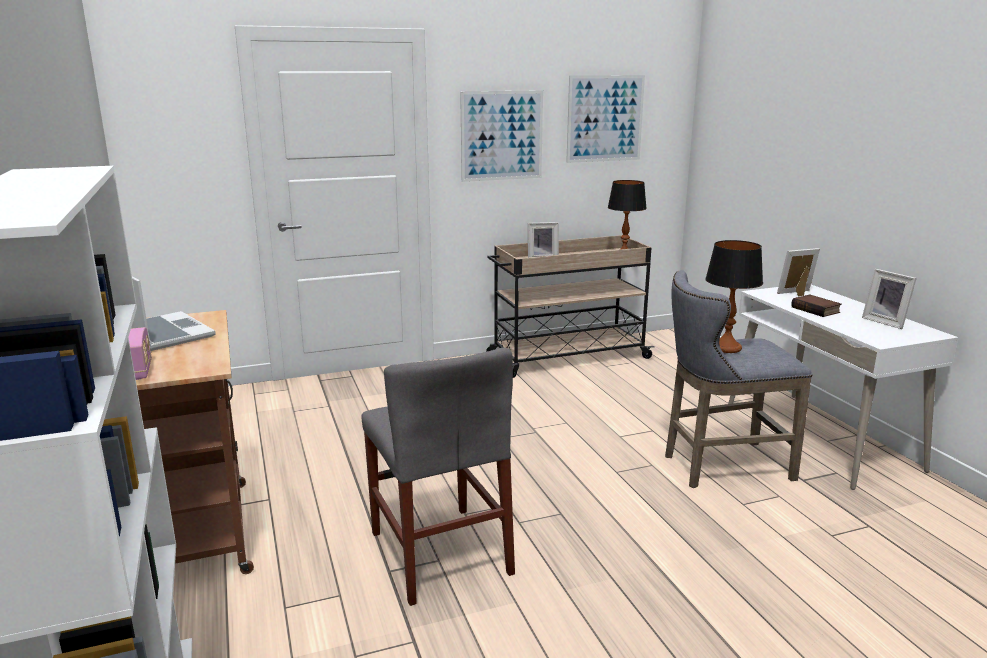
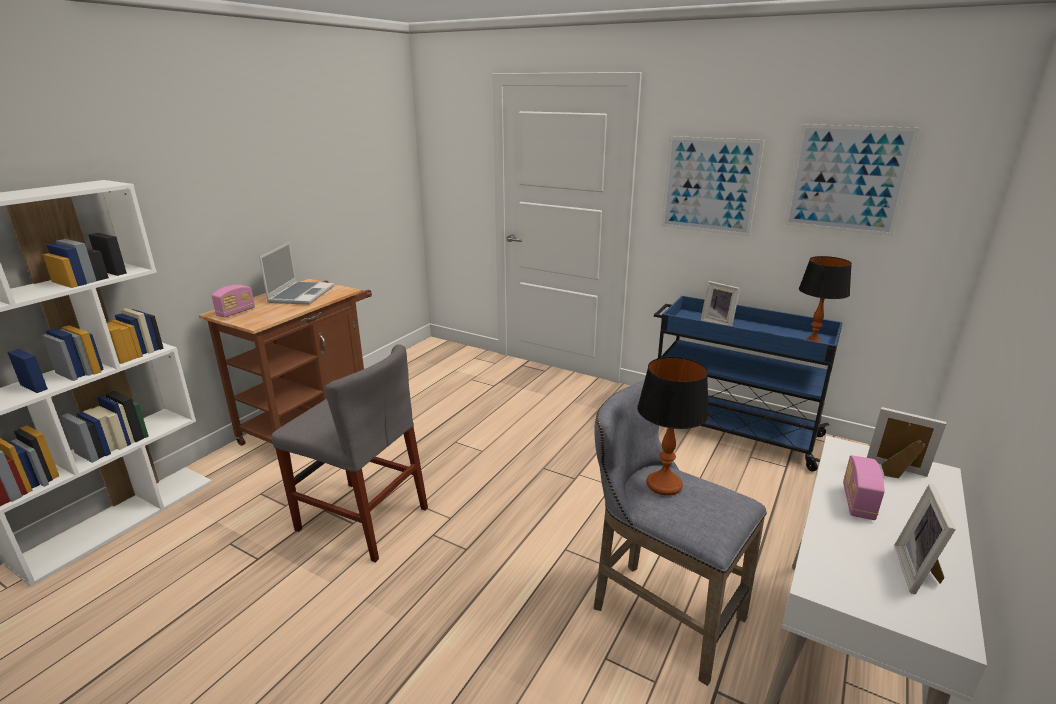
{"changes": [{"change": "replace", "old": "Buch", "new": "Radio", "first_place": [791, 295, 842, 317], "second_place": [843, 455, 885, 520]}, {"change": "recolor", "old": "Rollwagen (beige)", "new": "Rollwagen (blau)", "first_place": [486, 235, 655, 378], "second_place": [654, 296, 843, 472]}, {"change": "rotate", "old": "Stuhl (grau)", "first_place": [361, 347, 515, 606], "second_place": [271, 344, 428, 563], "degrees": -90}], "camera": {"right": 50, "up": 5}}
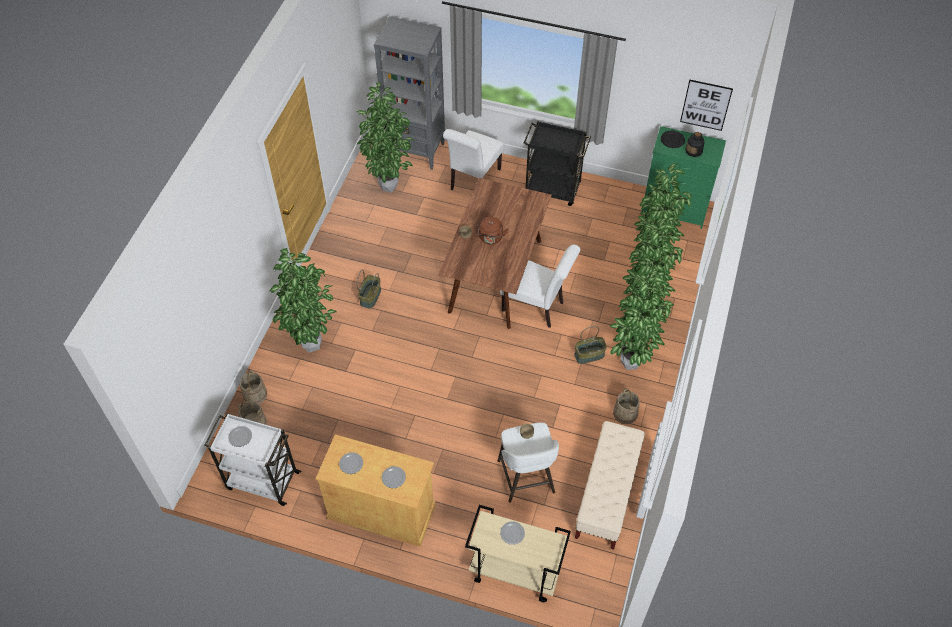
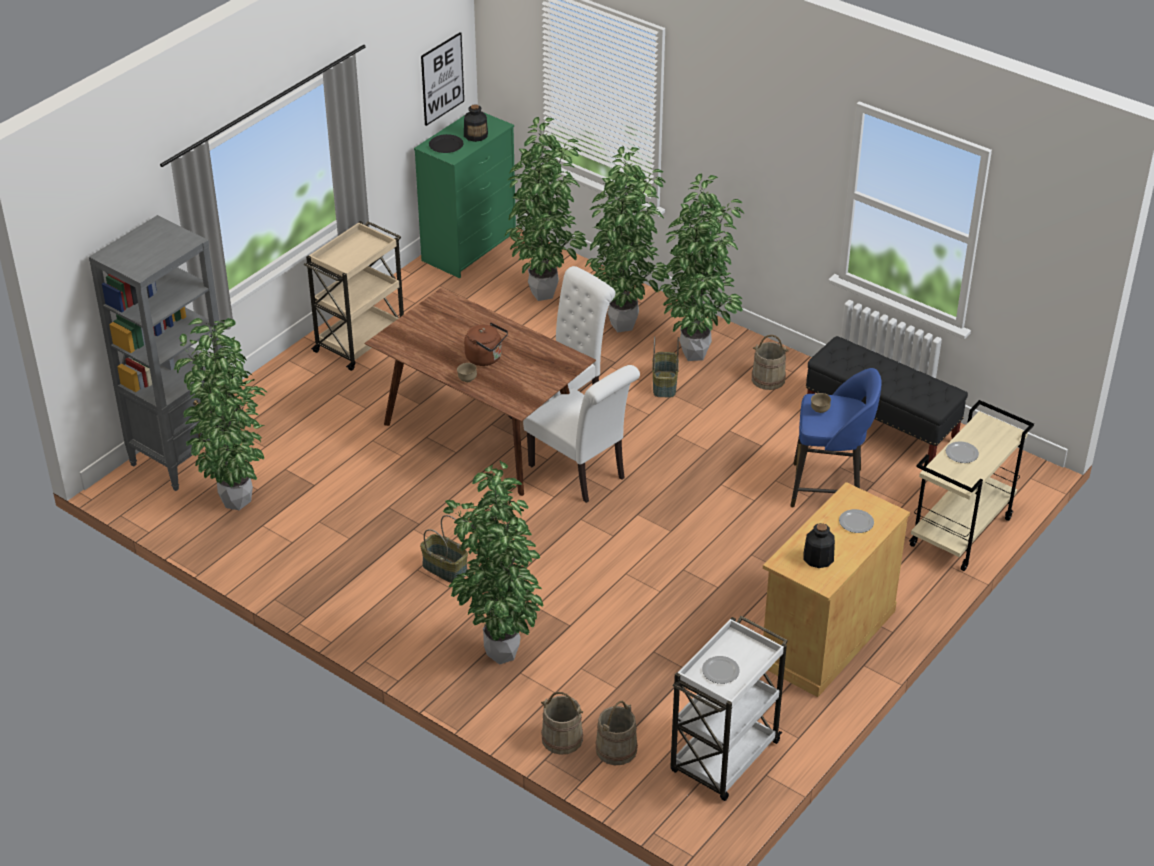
{"changes": [{"change": "move", "old": "Stuhl (weiß)", "first_place": [443, 129, 504, 190], "second_place": [523, 365, 640, 503]}, {"change": "replace", "old": "Teller", "new": "Flasche", "first_place": [339, 452, 363, 474], "second_place": [803, 523, 835, 568]}, {"change": "recolor", "old": "Hocker (weiß)", "new": "Hocker (blau)", "first_place": [498, 422, 559, 503], "second_place": [790, 368, 882, 507]}, {"change": "recolor", "old": "Rollwagen (schwarz)", "new": "Rollwagen (beige)", "first_place": [524, 121, 591, 206], "second_place": [304, 221, 404, 371]}, {"change": "recolor", "old": "Bank (beige)", "new": "Bank (schwarz)", "first_place": [575, 421, 645, 550], "second_place": [806, 336, 968, 464]}], "camera": {"right": -70, "up": -15}}
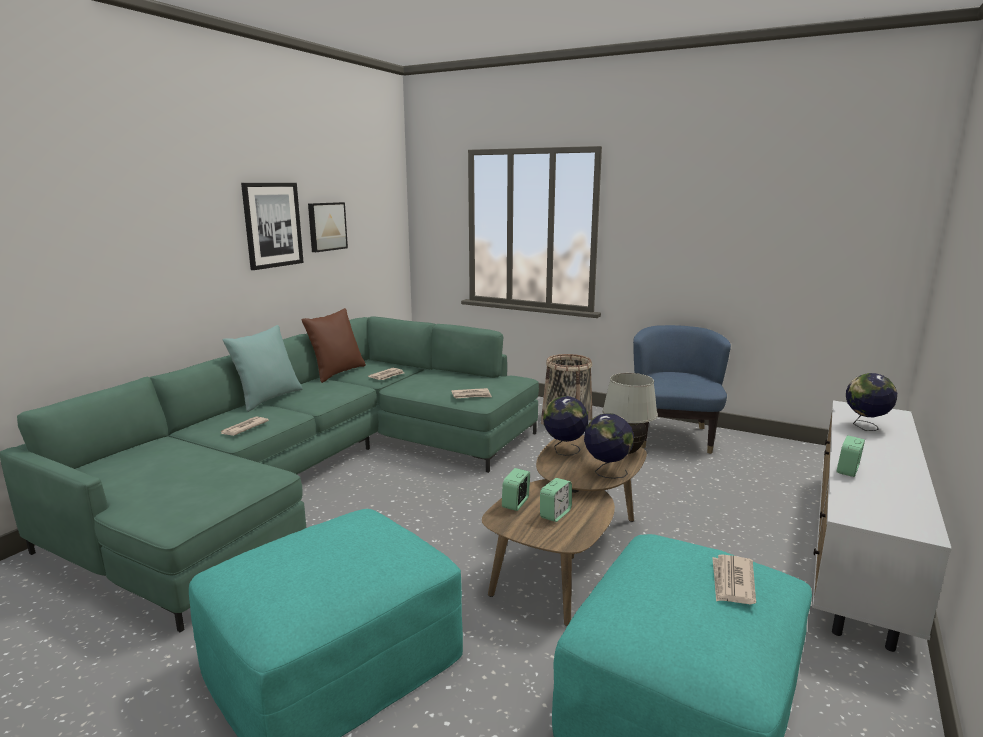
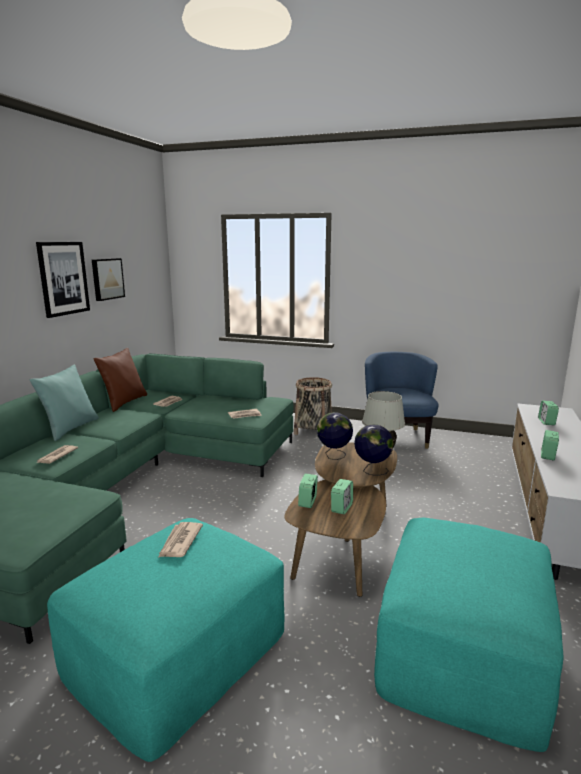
{"changes": [{"change": "move", "old": "Zeitung", "first_place": [712, 555, 756, 604], "second_place": [158, 522, 203, 557]}, {"change": "replace", "old": "Globus", "new": "Wecker", "first_place": [846, 373, 897, 431], "second_place": [538, 401, 559, 425]}], "camera": {"right": -10, "up": 0}}
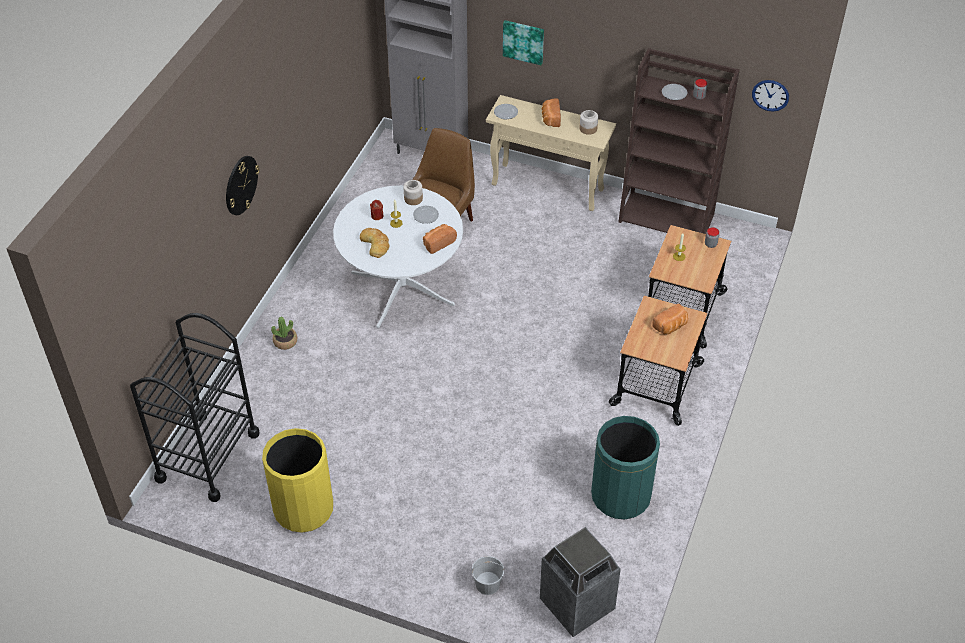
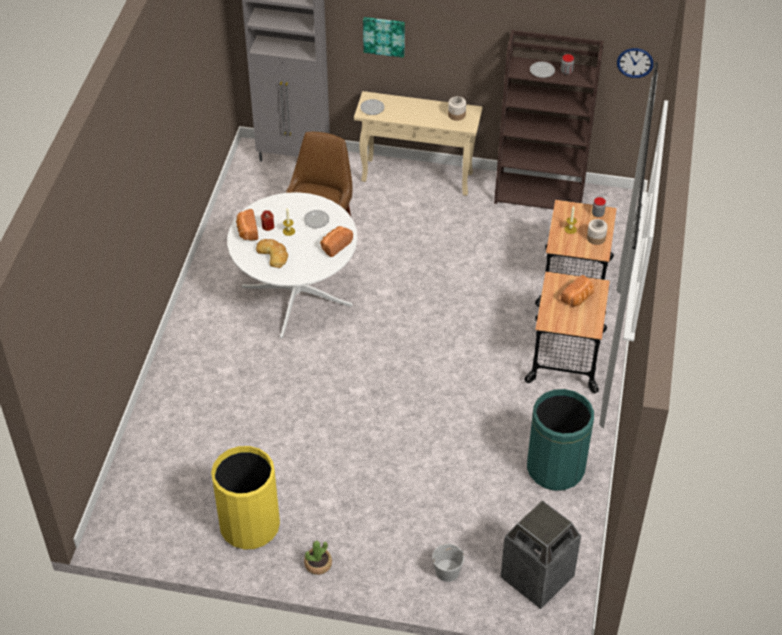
{"changes": [{"change": "delete", "old": "Rollwagen (schwarz)", "first_place": [130, 313, 260, 502]}, {"change": "delete", "old": "Wanduhr", "first_place": [226, 156, 260, 215]}, {"change": "move", "old": "Topfpflanze", "first_place": [271, 317, 297, 350], "second_place": [304, 541, 332, 575]}, {"change": "move", "old": "Vorratsglas", "first_place": [404, 180, 423, 205], "second_place": [587, 219, 608, 245]}, {"change": "move", "old": "Brot", "first_place": [542, 98, 561, 127], "second_place": [236, 209, 258, 240]}], "camera": {"right": -10, "up": 0}}
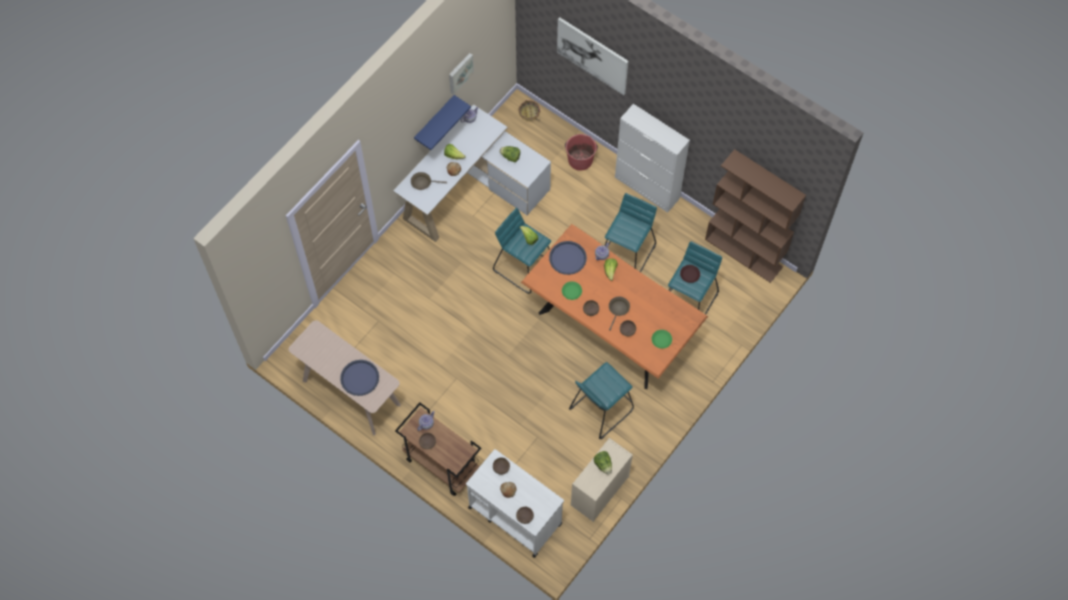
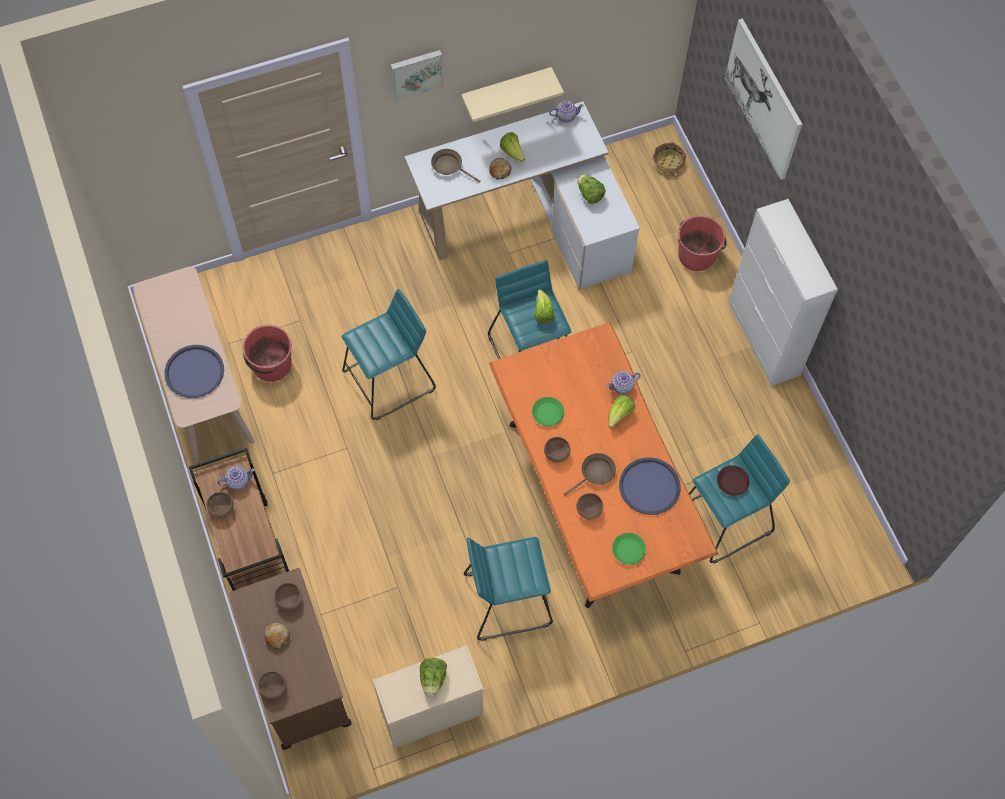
{"changes": [{"change": "delete", "old": "Bücherregal (braun)", "first_place": [705, 149, 806, 283]}, {"change": "insert", "new": "Eimer (rot)", "second_place": [243, 325, 292, 382]}, {"change": "move", "old": "Bild", "first_place": [449, 53, 474, 95], "second_place": [390, 50, 443, 101]}, {"change": "move", "old": "Tablett (blau)", "first_place": [549, 241, 587, 275], "second_place": [619, 457, 681, 515]}, {"change": "move", "old": "Hocker (türkis)", "first_place": [605, 193, 657, 272], "second_place": [342, 289, 436, 420]}, {"change": "recolor", "old": "Wandregal (blau)", "new": "Wandregal (beige)", "first_place": [414, 95, 471, 150], "second_place": [461, 67, 564, 122]}, {"change": "recolor", "old": "Rollwagen (weiß)", "new": "Rollwagen (braun)", "first_place": [466, 449, 564, 558], "second_place": [229, 568, 352, 750]}], "camera": {"right": 30, "up": 0}}
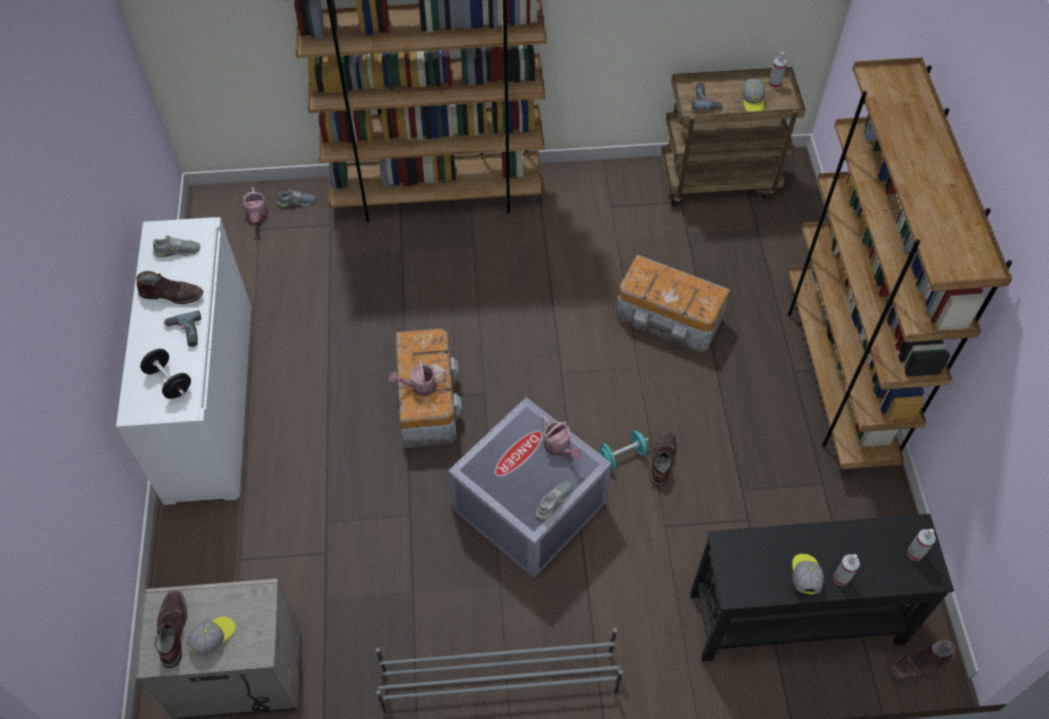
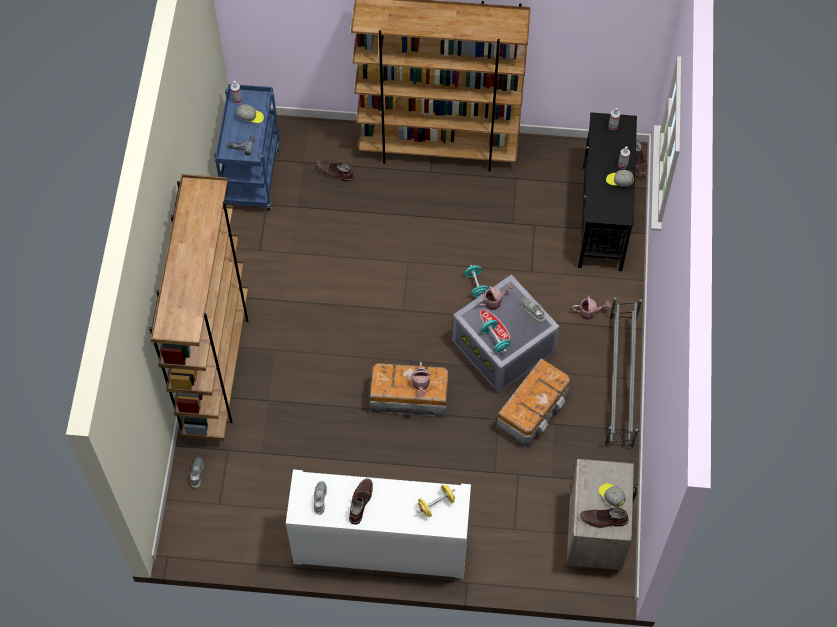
{"changes": [{"change": "delete", "old": "Bohrmaschine", "first_place": [163, 311, 201, 347]}, {"change": "insert", "new": "Hantel (türkis)", "second_place": [481, 320, 511, 353]}, {"change": "move", "old": "Gießkanne", "first_place": [242, 187, 268, 223], "second_place": [572, 296, 611, 320]}, {"change": "move", "old": "Aufbewahrungsbox", "first_place": [616, 255, 730, 353], "second_place": [496, 358, 570, 447]}, {"change": "move", "old": "Stiefel (braun)", "first_place": [650, 430, 677, 487], "second_place": [317, 160, 355, 182]}, {"change": "recolor", "old": "Hantel (schwarz)", "new": "Hantel (gelb)", "first_place": [140, 349, 191, 399], "second_place": [417, 484, 455, 517]}, {"change": "recolor", "old": "Rollwagen (braun)", "new": "Rollwagen (blau)", "first_place": [661, 67, 805, 207], "second_place": [214, 84, 280, 211]}], "camera": {"right": -80, "up": 5}}
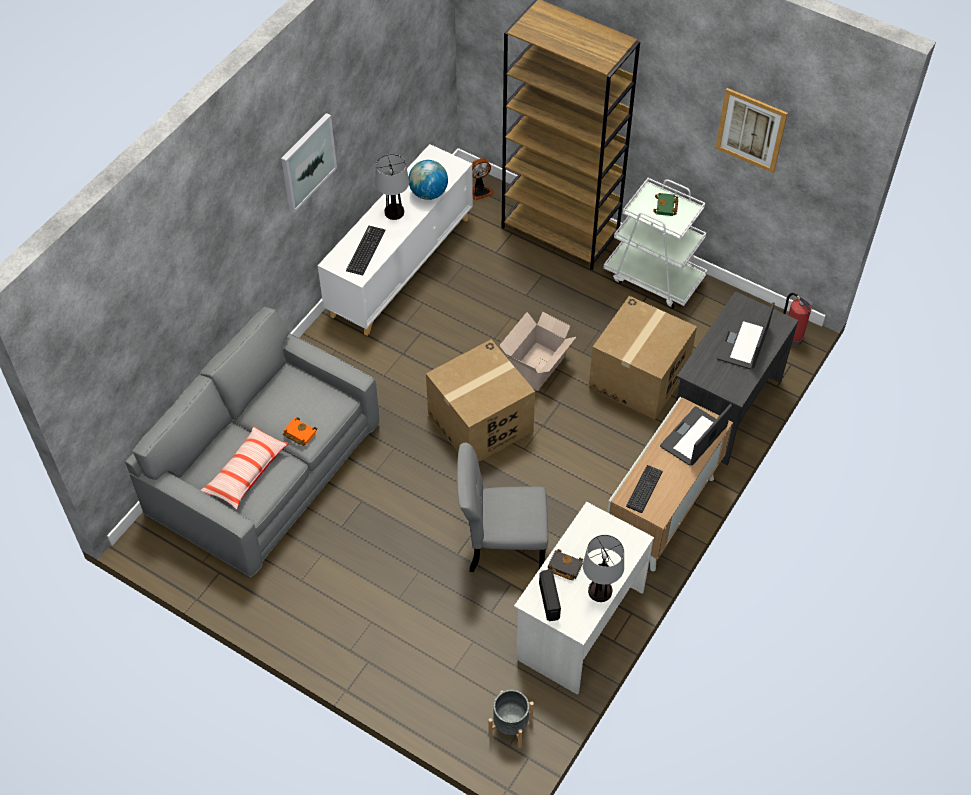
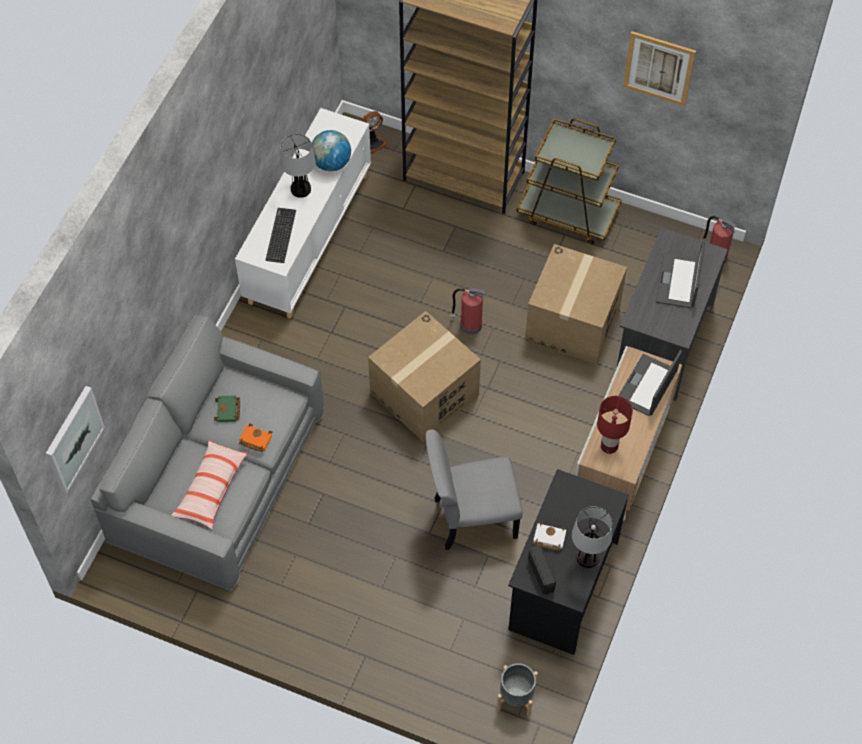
{"changes": [{"change": "move", "old": "Bild", "first_place": [281, 113, 337, 213], "second_place": [46, 386, 105, 493]}, {"change": "move", "old": "Buch (grün)", "first_place": [653, 193, 678, 216], "second_place": [214, 395, 240, 422]}, {"change": "replace", "old": "Karton", "new": "Feuerlöscher", "first_place": [499, 312, 576, 391], "second_place": [451, 288, 486, 335]}, {"change": "replace", "old": "Tastatur", "new": "Tischlampe (rot)", "first_place": [626, 465, 663, 513], "second_place": [597, 396, 633, 454]}, {"change": "recolor", "old": "Schreibtisch (weiß)", "new": "Schreibtisch (schwarz)", "first_place": [514, 502, 654, 695], "second_place": [508, 469, 629, 655]}, {"change": "recolor", "old": "Buch (schwarz)", "new": "Buch (weiß)", "first_place": [548, 549, 583, 581], "second_place": [533, 522, 566, 551]}, {"change": "recolor", "old": "Rollwagen (weiß)", "new": "Rollwagen (braun)", "first_place": [603, 178, 707, 309], "second_place": [517, 118, 622, 244]}], "camera": {"right": -10, "up": 5}}
